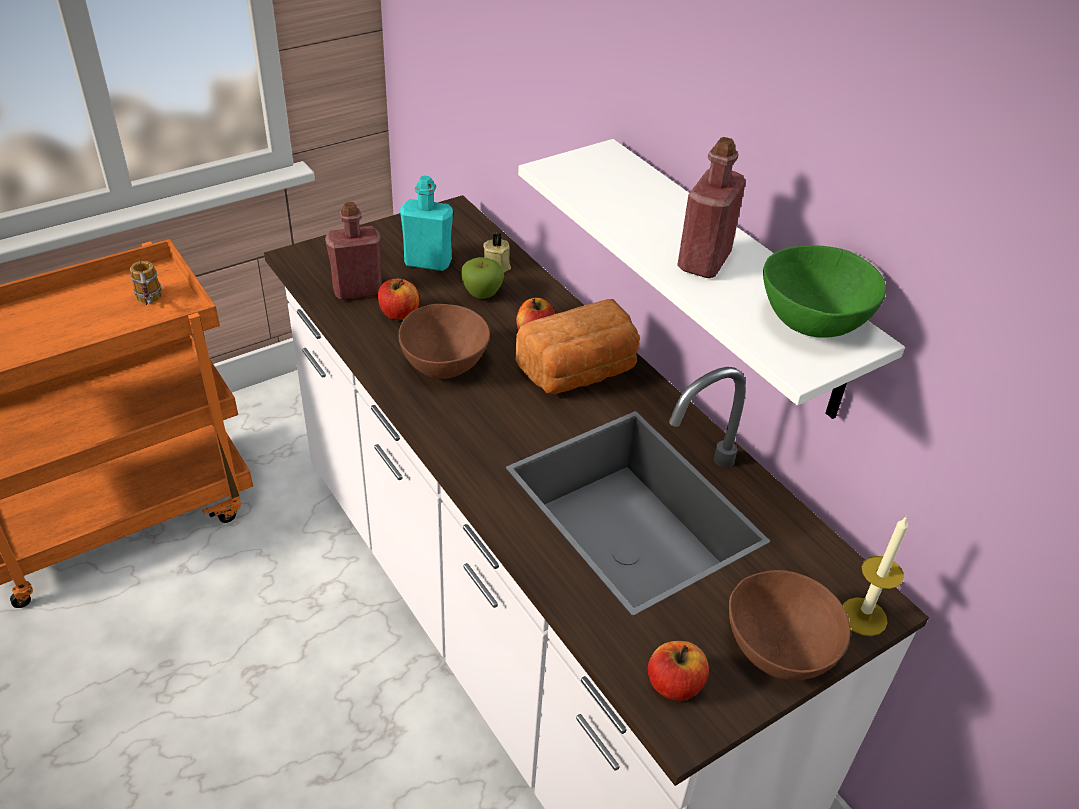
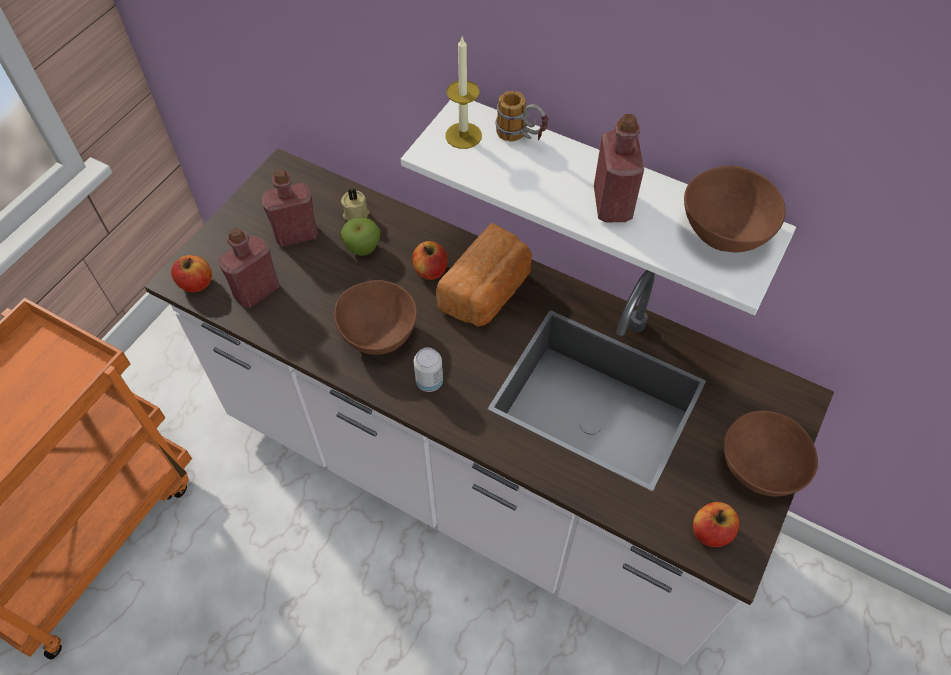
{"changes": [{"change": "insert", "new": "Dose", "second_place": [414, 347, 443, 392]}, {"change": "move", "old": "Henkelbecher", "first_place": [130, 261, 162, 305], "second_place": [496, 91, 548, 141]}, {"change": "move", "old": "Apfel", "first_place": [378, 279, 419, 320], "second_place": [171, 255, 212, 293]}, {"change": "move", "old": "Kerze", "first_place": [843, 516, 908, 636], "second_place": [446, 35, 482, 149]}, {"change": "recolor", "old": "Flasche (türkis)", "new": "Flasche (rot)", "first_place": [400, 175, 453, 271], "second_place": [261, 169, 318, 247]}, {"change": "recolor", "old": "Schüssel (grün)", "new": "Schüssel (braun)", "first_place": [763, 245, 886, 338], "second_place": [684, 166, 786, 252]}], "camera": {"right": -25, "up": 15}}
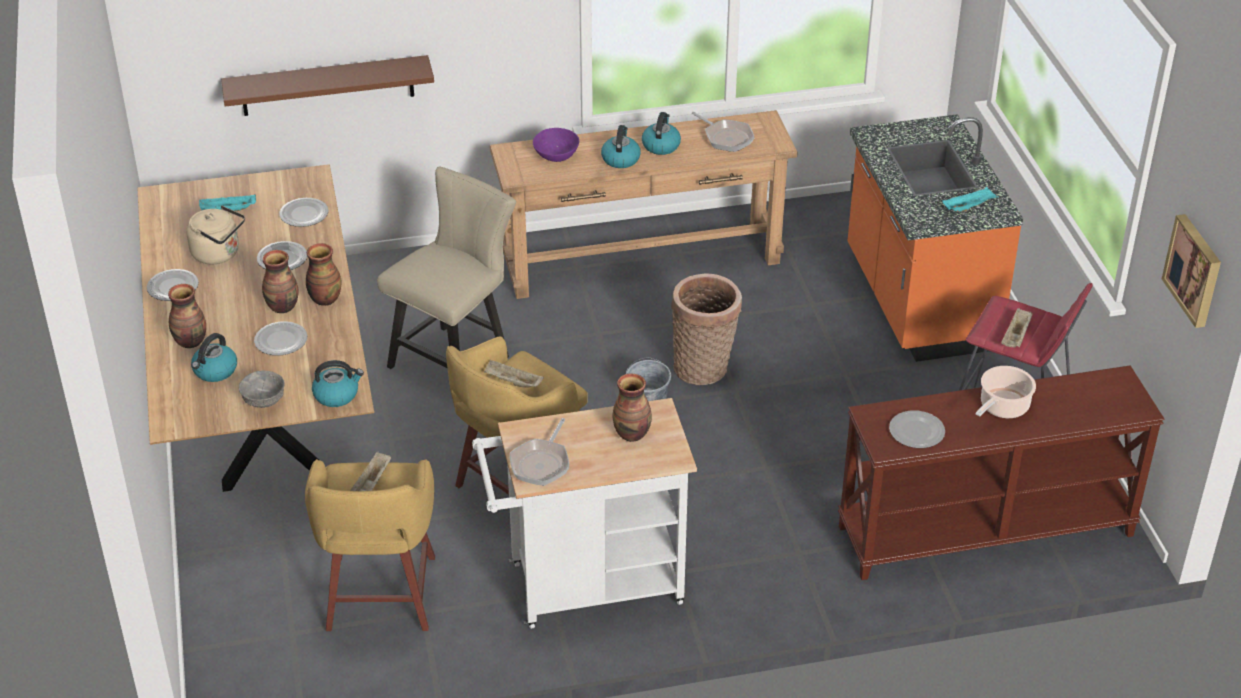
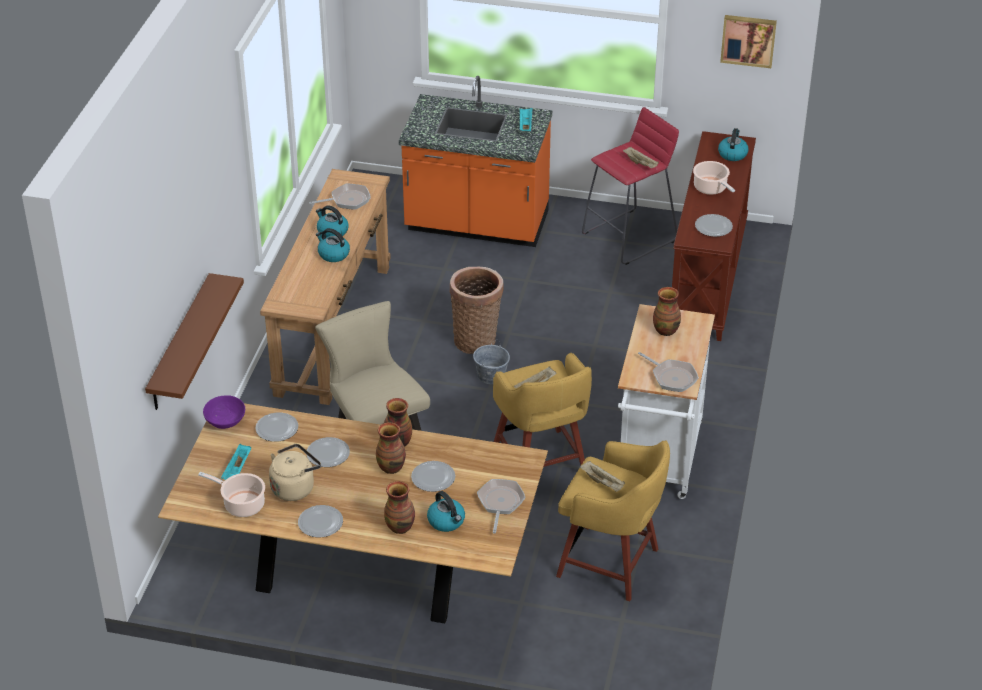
{"changes": [{"change": "insert", "new": "Kochtopf", "second_place": [198, 472, 265, 517]}, {"change": "move", "old": "Wasserkessel", "first_place": [312, 360, 364, 407], "second_place": [718, 128, 748, 161]}, {"change": "move", "old": "Schüssel (lila)", "first_place": [533, 128, 579, 162], "second_place": [203, 395, 245, 429]}, {"change": "replace", "old": "Schüssel (grau)", "new": "Pfanne", "first_place": [239, 371, 285, 408], "second_place": [477, 479, 526, 533]}], "camera": {"right": -65, "up": 0}}
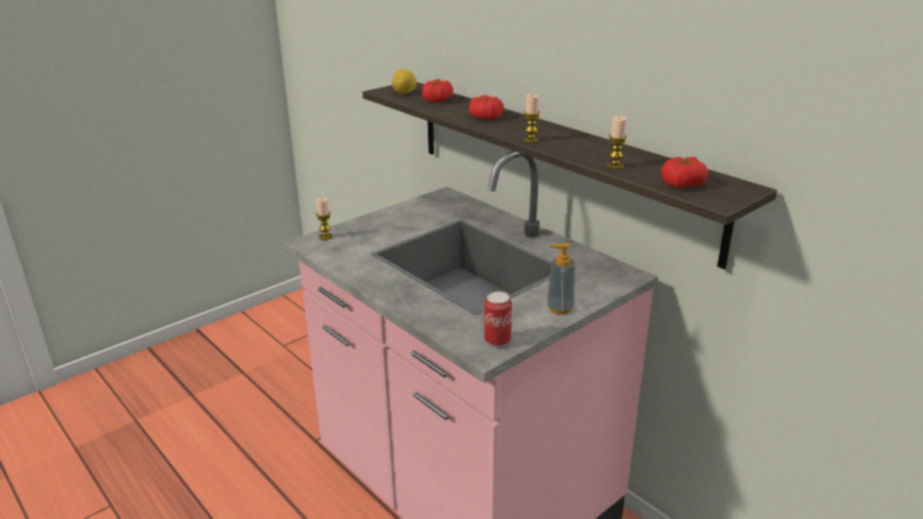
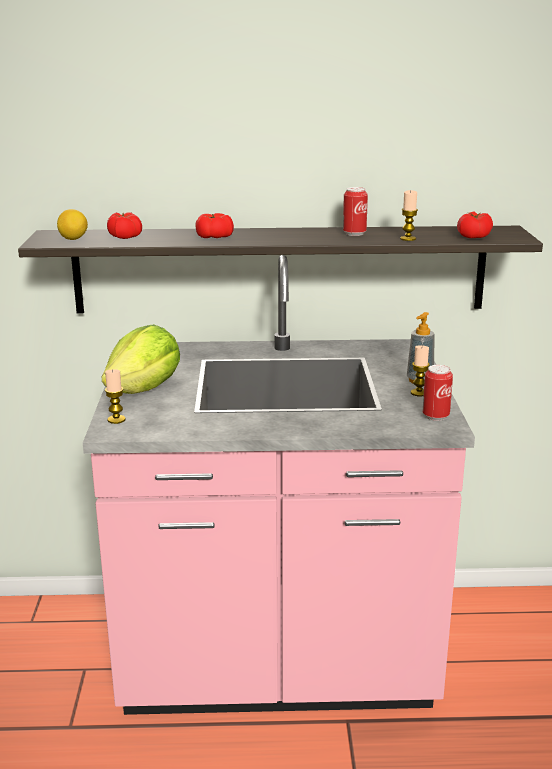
{"changes": [{"change": "insert", "new": "Salatkopf", "second_place": [102, 324, 180, 394]}, {"change": "insert", "new": "Dose", "second_place": [343, 187, 368, 236]}, {"change": "move", "old": "Kerze", "first_place": [523, 94, 540, 143], "second_place": [411, 345, 430, 397]}], "camera": {"right": -50, "up": -5}}
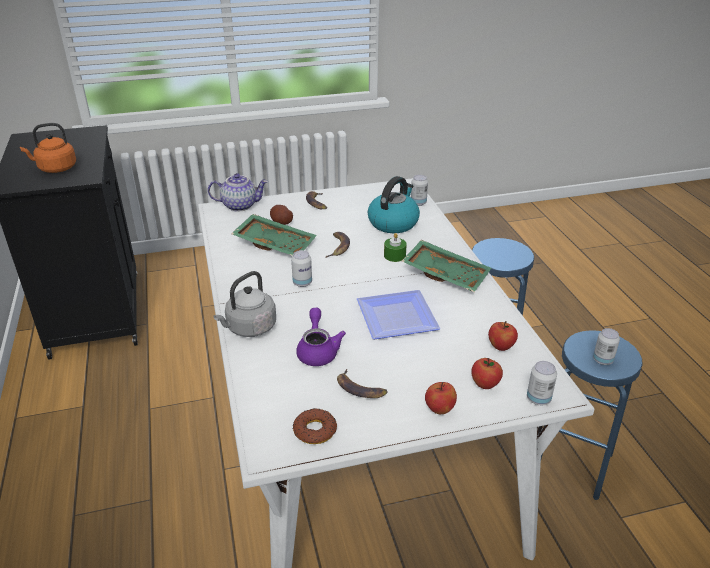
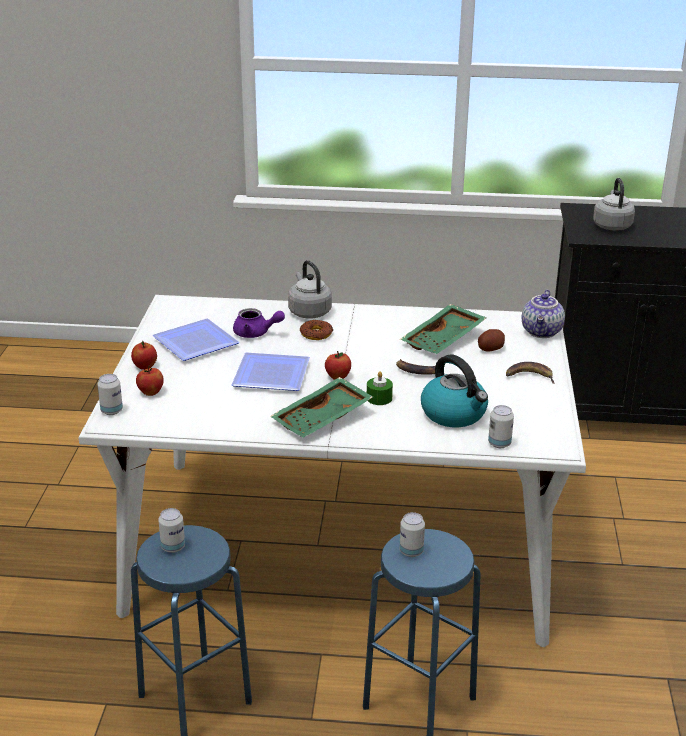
{"changes": [{"change": "move", "old": "Dose", "first_place": [291, 250, 312, 287], "second_place": [400, 512, 425, 557]}, {"change": "move", "old": "Donut", "first_place": [293, 408, 337, 444], "second_place": [300, 320, 333, 340]}, {"change": "move", "old": "Apfel", "first_place": [488, 321, 518, 351], "second_place": [325, 351, 351, 380]}, {"change": "replace", "old": "Banane", "new": "Teller", "first_place": [337, 369, 388, 398], "second_place": [152, 319, 239, 361]}, {"change": "recolor", "old": "Wasserkessel (orange)", "new": "Wasserkessel (grau)", "first_place": [20, 123, 76, 173], "second_place": [593, 178, 635, 231]}], "camera": {"right": 110, "up": -5}}
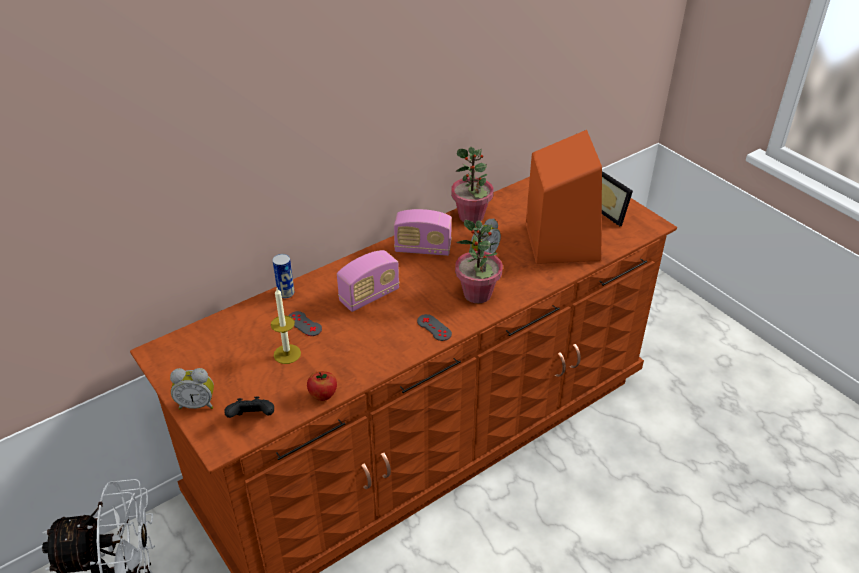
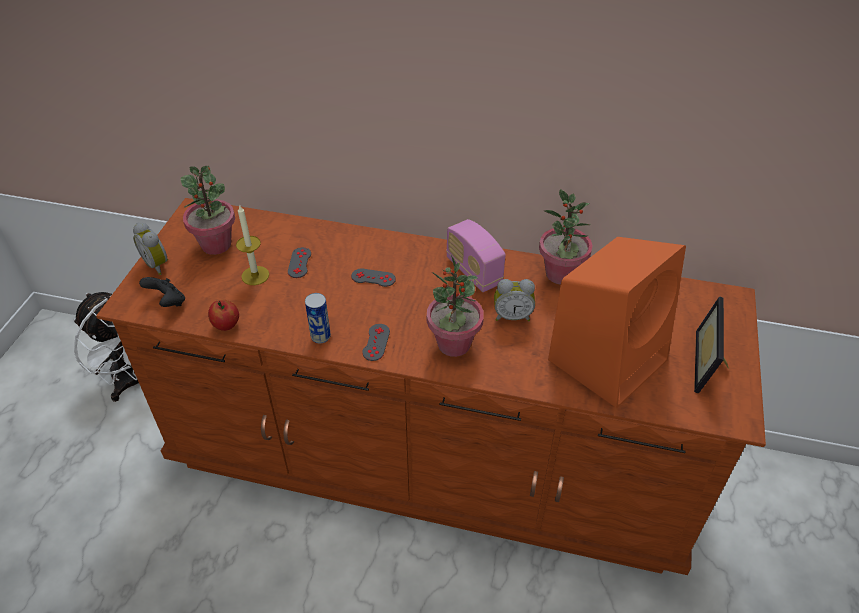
{"changes": [{"change": "insert", "new": "Topfpflanze", "second_place": [181, 166, 235, 255]}, {"change": "move", "old": "Dose", "first_place": [272, 254, 295, 298], "second_place": [305, 293, 331, 343]}, {"change": "replace", "old": "Radio", "new": "Gamepad (grau)", "first_place": [337, 250, 400, 312], "second_place": [351, 269, 396, 287]}], "camera": {"right": 50, "up": 5}}
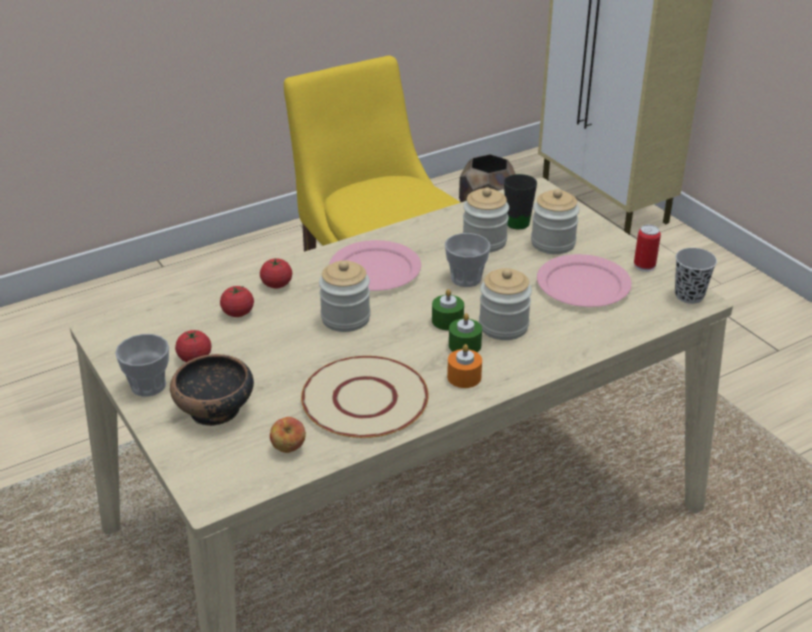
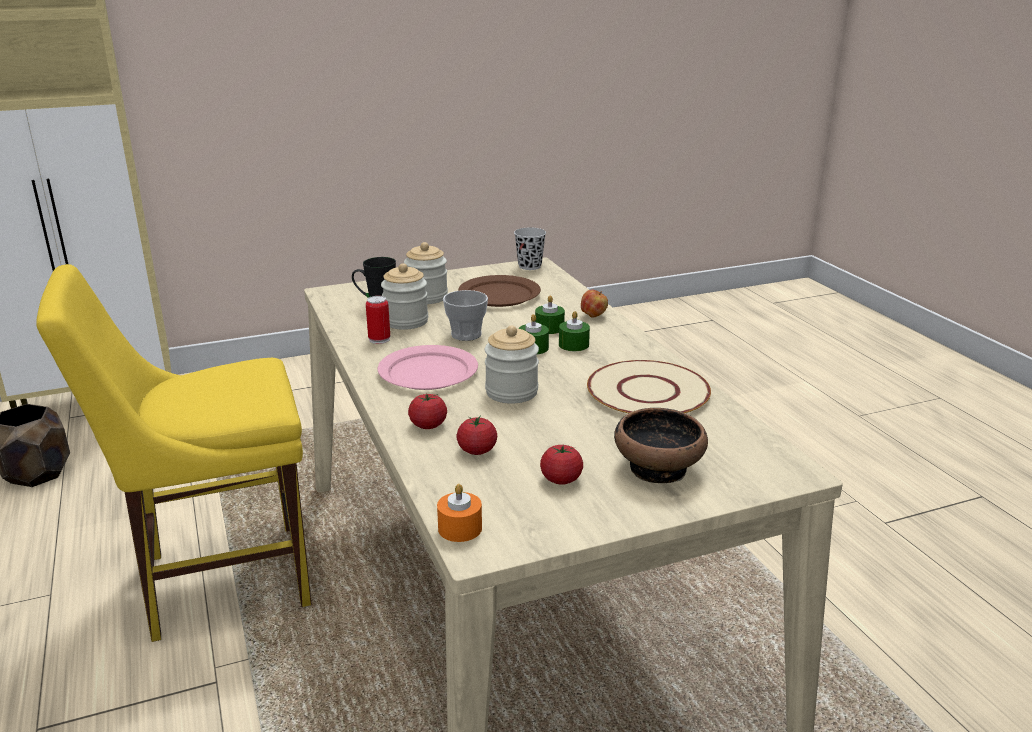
{"changes": [{"change": "delete", "old": "Tasse", "first_place": [115, 334, 169, 396]}, {"change": "move", "old": "Apfel", "first_place": [270, 417, 306, 453], "second_place": [581, 290, 608, 318]}, {"change": "move", "old": "Kerze (orange)", "first_place": [447, 344, 482, 388], "second_place": [437, 484, 482, 542]}, {"change": "move", "old": "Dose", "first_place": [634, 225, 661, 272], "second_place": [366, 296, 390, 344]}, {"change": "replace", "old": "Vorratsglas", "new": "Kerze (grün)", "first_place": [479, 268, 532, 340], "second_place": [535, 295, 565, 334]}, {"change": "recolor", "old": "Teller (rosa)", "new": "Teller (braun)", "first_place": [537, 254, 632, 307], "second_place": [458, 275, 541, 307]}], "camera": {"right": -80, "up": -10}}
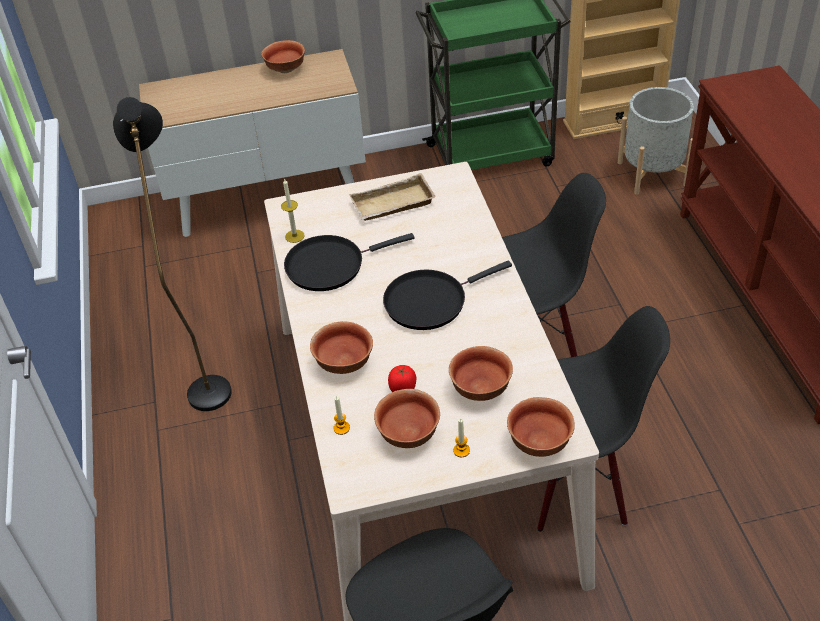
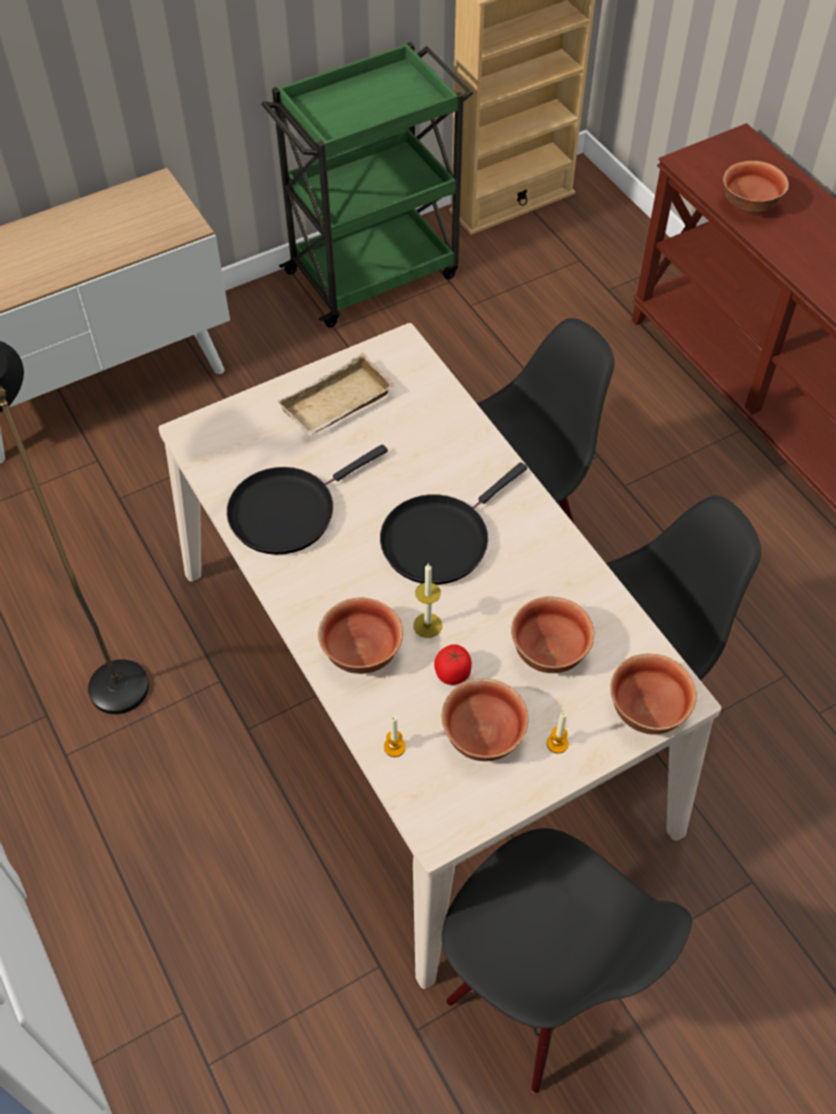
{"changes": [{"change": "delete", "old": "Pflanzkübel (grau)", "first_place": [618, 87, 694, 195]}, {"change": "move", "old": "Schüssel", "first_place": [261, 40, 305, 73], "second_place": [723, 161, 789, 212]}, {"change": "move", "old": "Kerze", "first_place": [281, 179, 305, 243], "second_place": [413, 563, 442, 638]}], "camera": {"right": -20, "up": 10}}
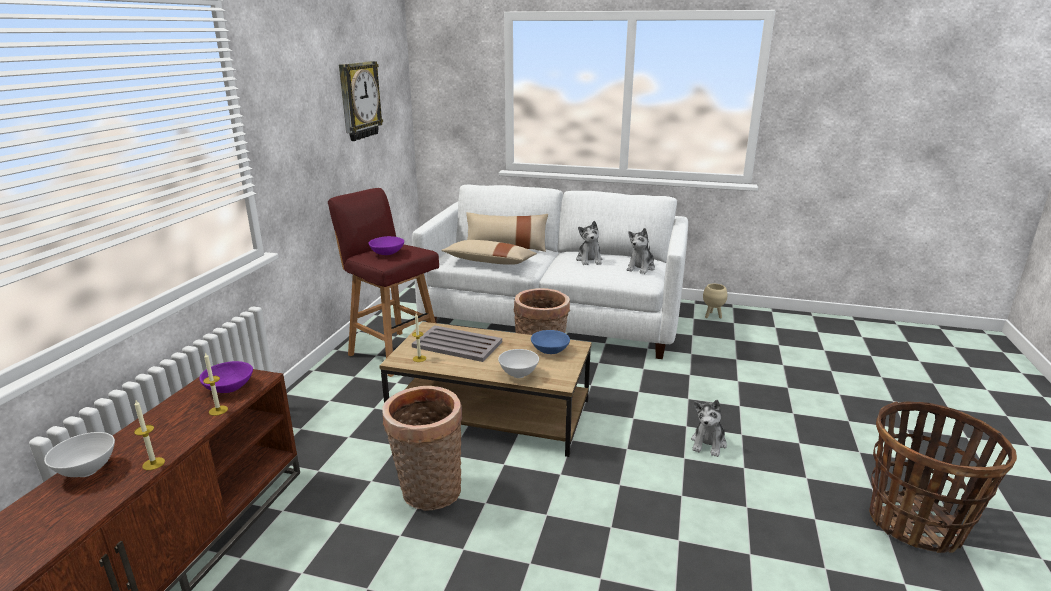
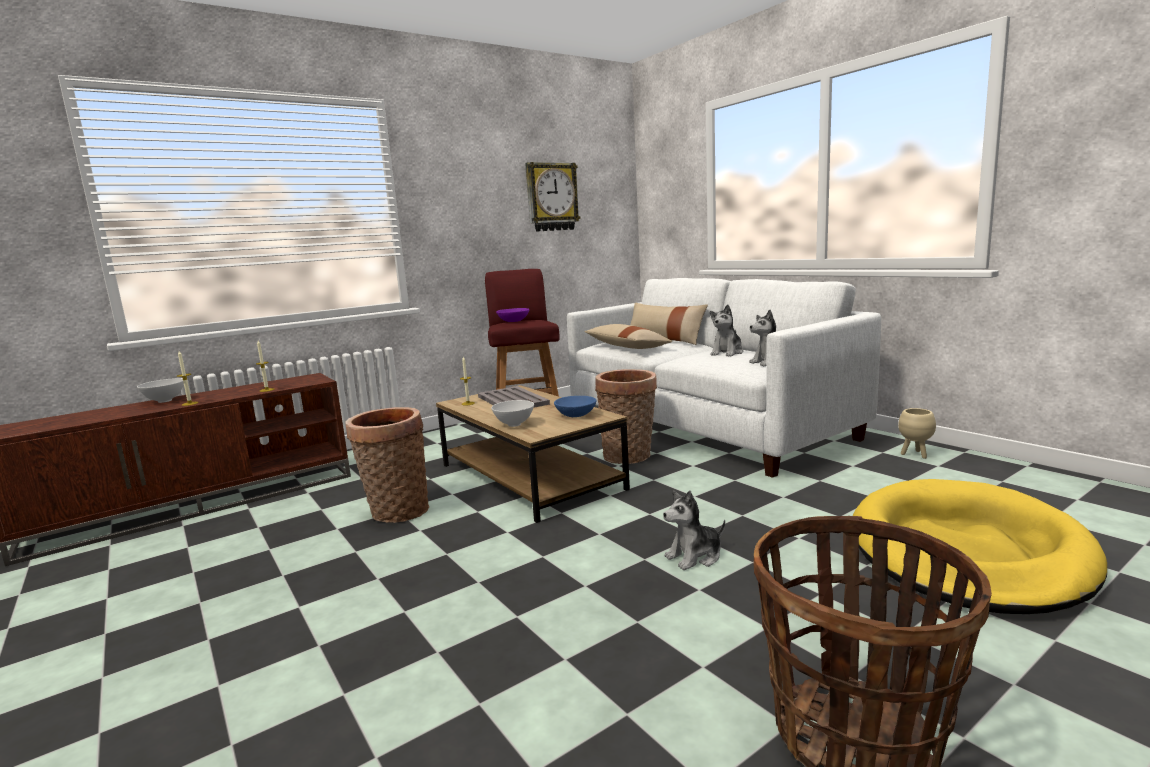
{"changes": [{"change": "delete", "old": "Schüssel (lila)", "first_place": [199, 361, 253, 393]}, {"change": "insert", "new": "Hundebett (gelb)", "second_place": [853, 479, 1107, 614]}], "camera": {"right": 40, "up": -10}}
